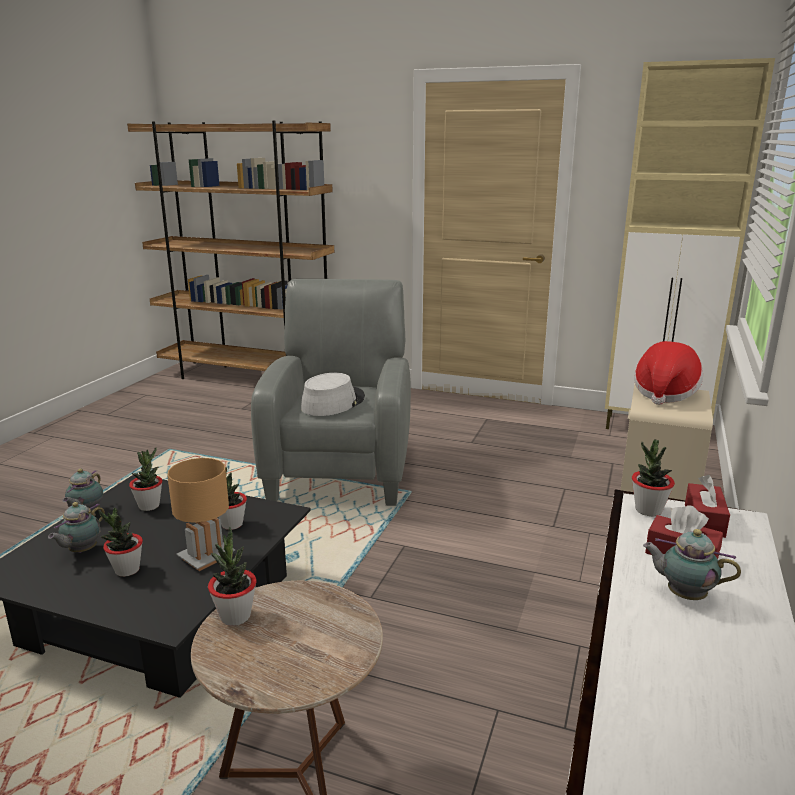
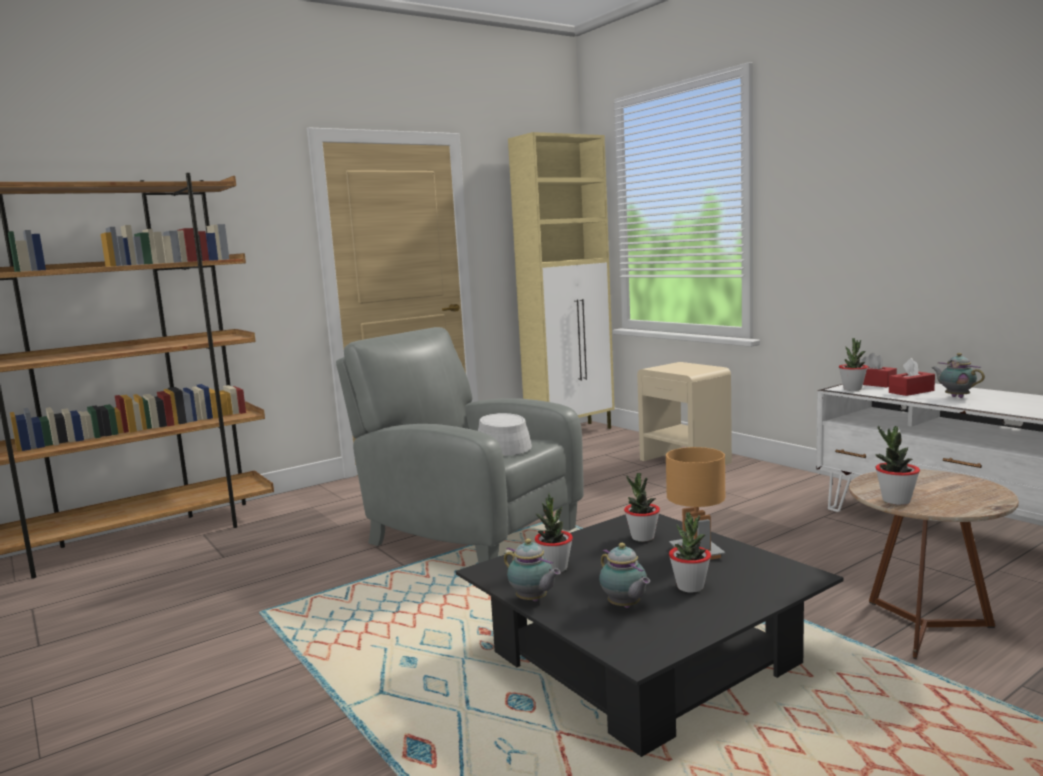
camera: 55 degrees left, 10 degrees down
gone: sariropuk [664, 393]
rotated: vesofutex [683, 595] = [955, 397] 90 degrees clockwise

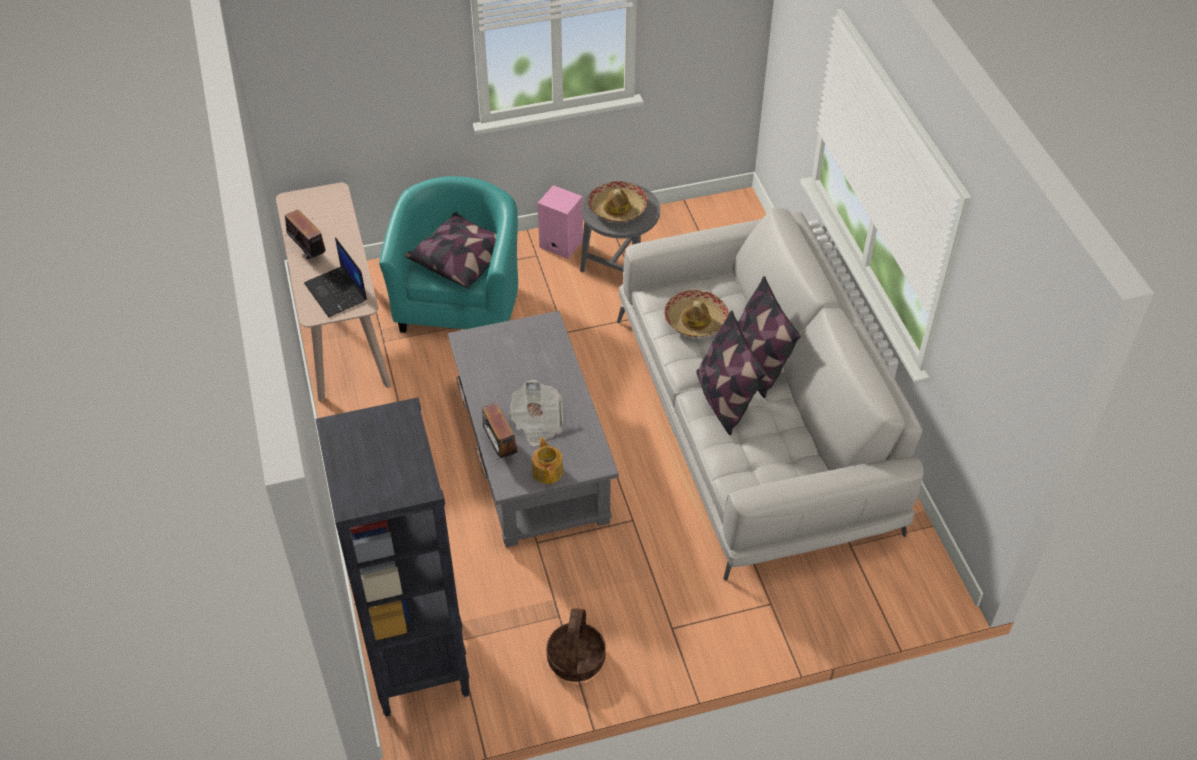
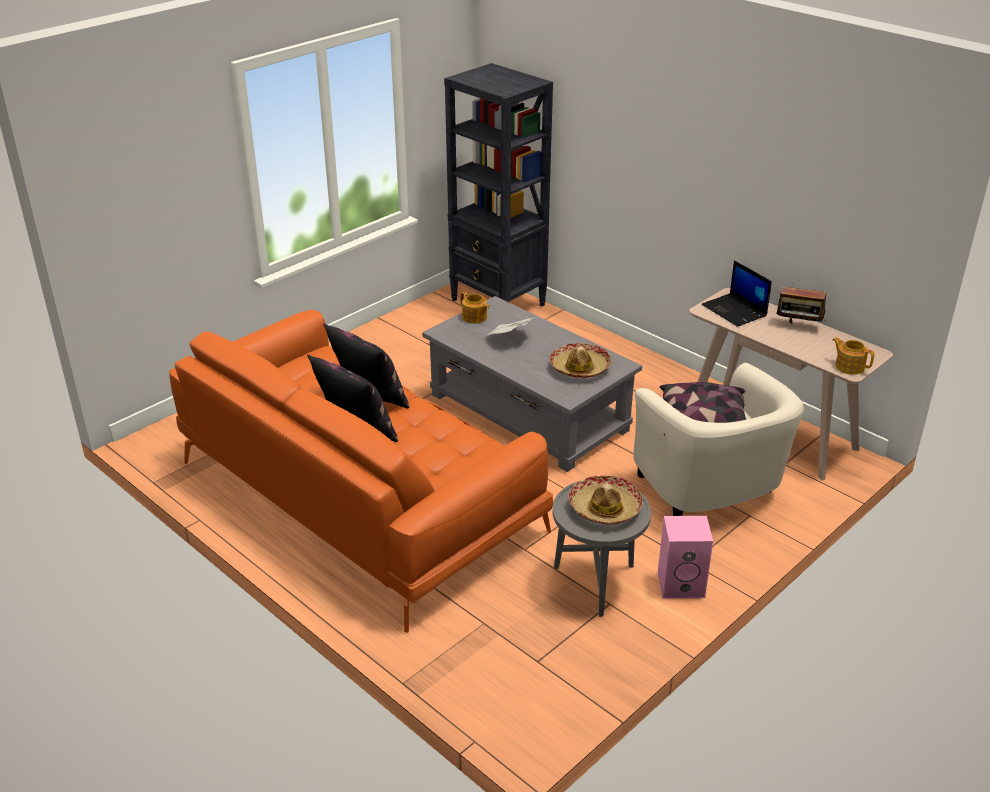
camera: 150 degrees right, 15 degrees down
gone: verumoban [500, 448]; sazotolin [576, 659]
new: vesofutex [849, 366]
shifted: sariropuk [695, 320] to [579, 367]
repainted: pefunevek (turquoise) [460, 301] to pefunevek (beige) [711, 492]; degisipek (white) [754, 424] to degisipek (orange) [357, 494]
rotated: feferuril [337, 292] = [735, 311] 150 degrees counterclockwise

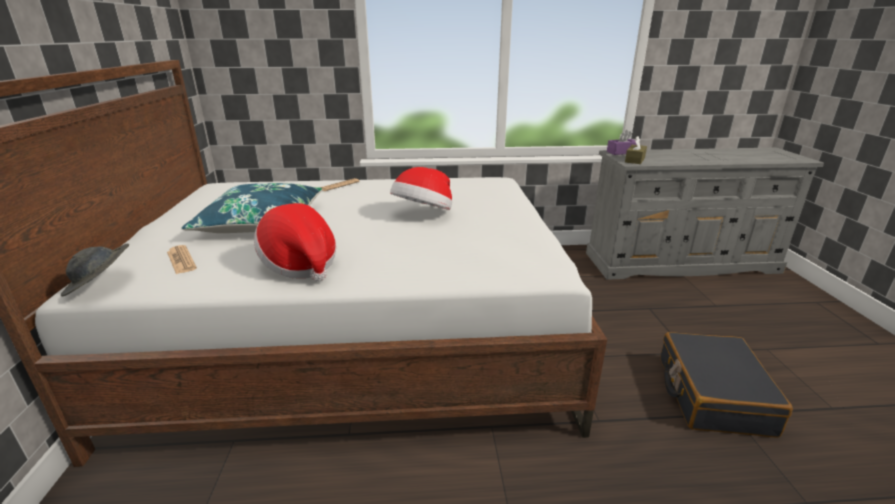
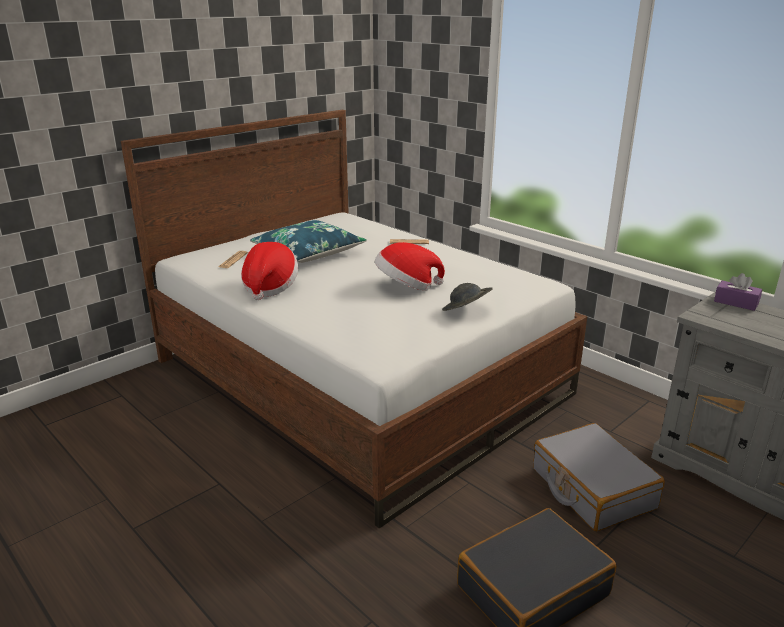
camera: 50 degrees right, 0 degrees up
gone: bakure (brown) [635, 160]
new: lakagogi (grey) [592, 488]
shifted: sariropuk (grey) [101, 285] to [466, 311]

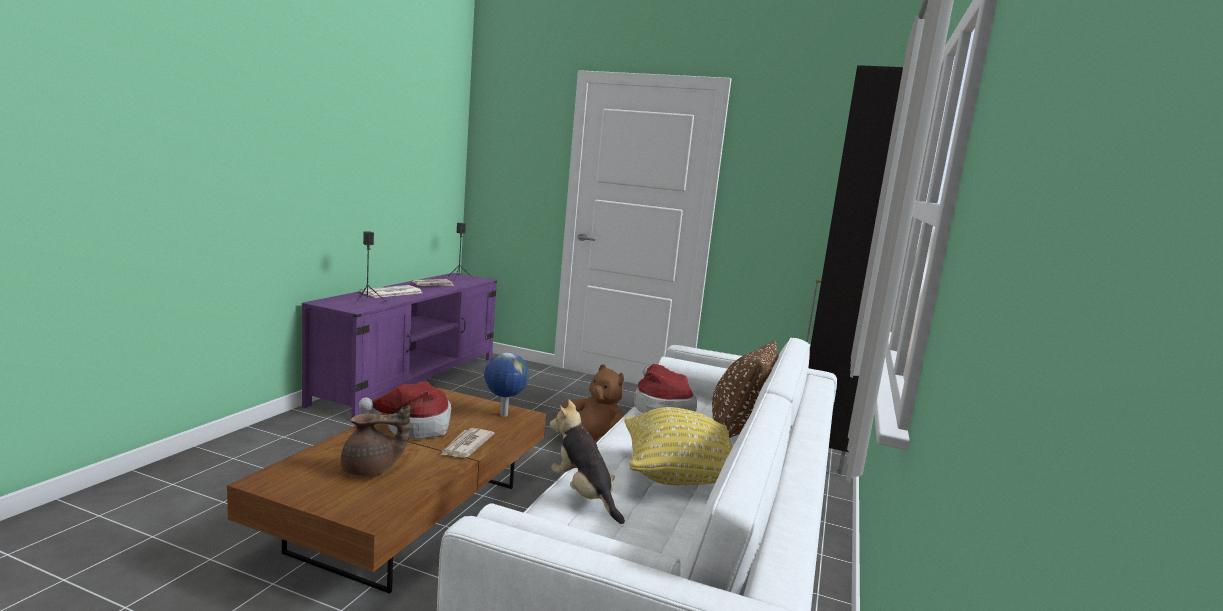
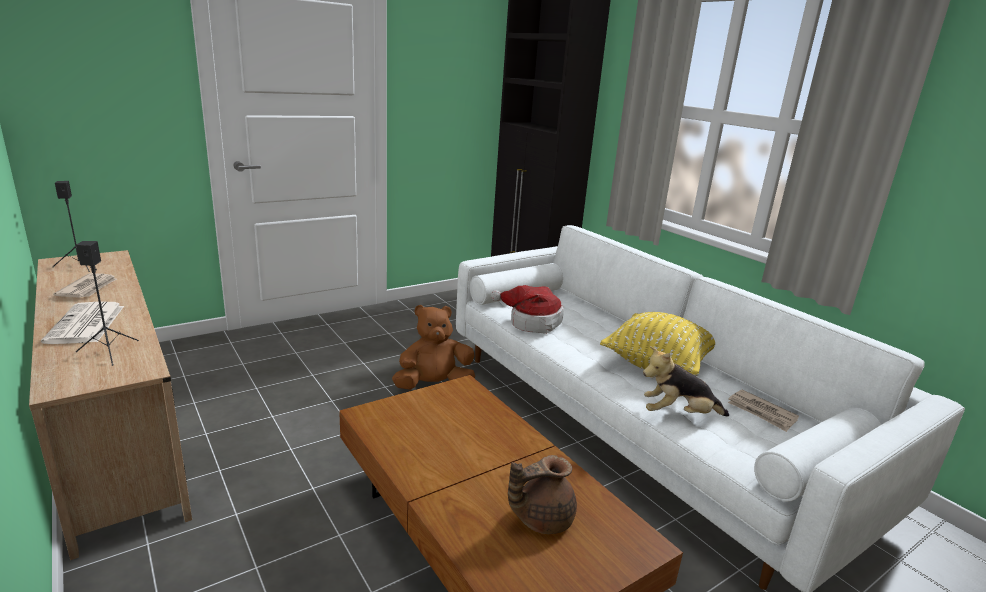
camera: 55 degrees left, 10 degrees up
gone: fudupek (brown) [738, 431]; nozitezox [503, 415]; sariropuk [415, 427]
shifted: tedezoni [466, 446] to [761, 412]
repainted: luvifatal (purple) [411, 379] to luvifatal (beige) [117, 431]
rotated: vesofutex (brown) [371, 470] = [541, 518] 135 degrees counterclockwise

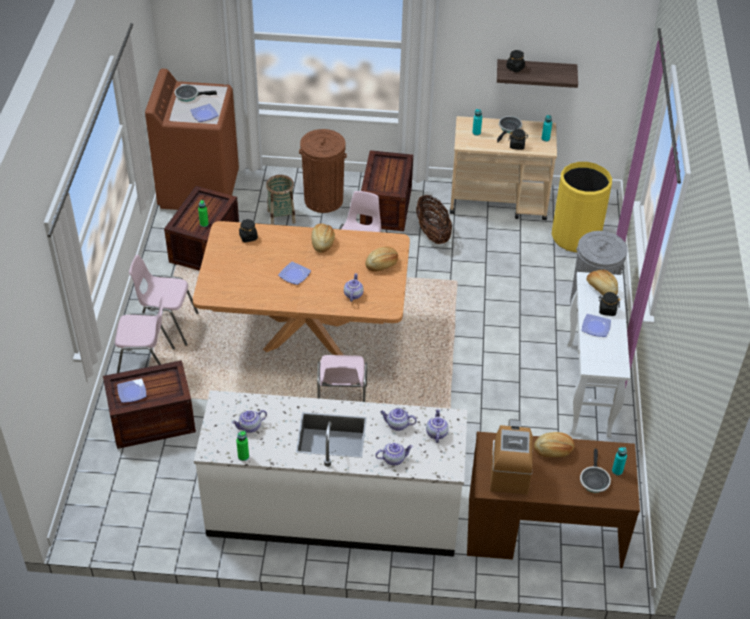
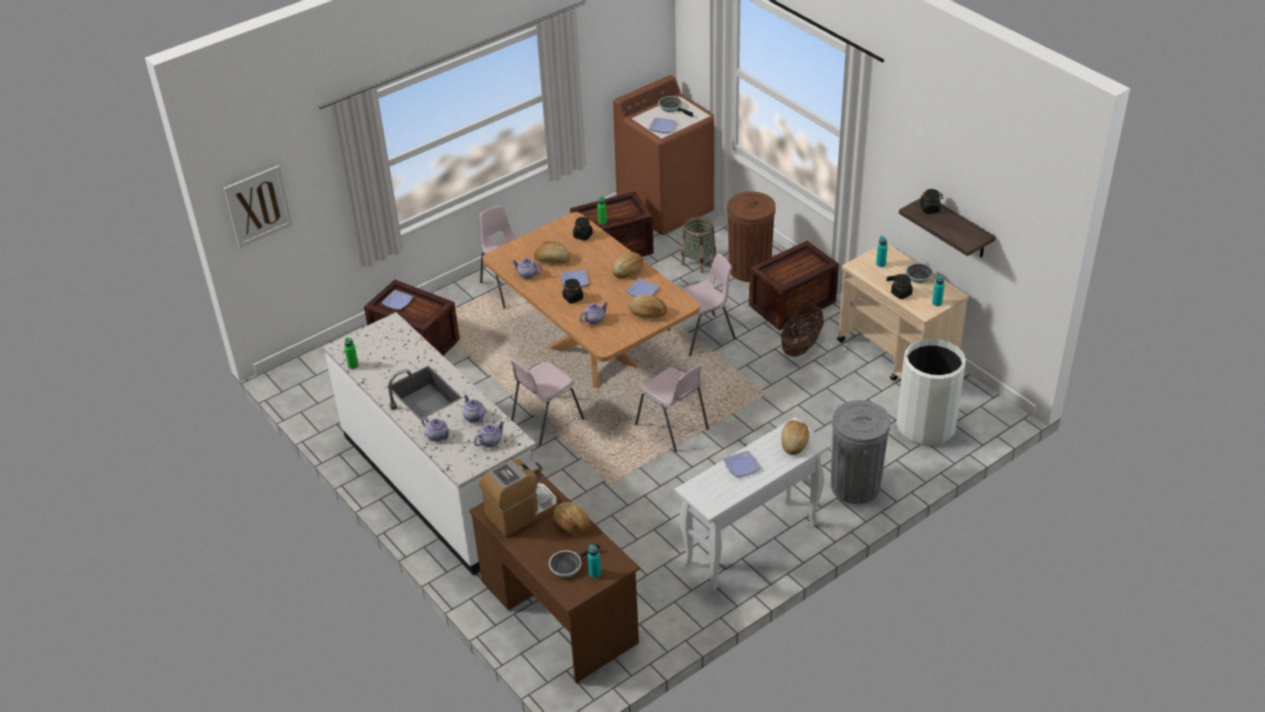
camera: 50 degrees right, 5 degrees down
new: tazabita [258, 206]; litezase [552, 260]; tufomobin [641, 291]
shifted: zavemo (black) [607, 310] to [573, 298]; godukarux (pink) [146, 365] to [672, 427]; vesofutex [250, 427] to [527, 275]
repainted: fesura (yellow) [575, 236] to fesura (white) [925, 427]

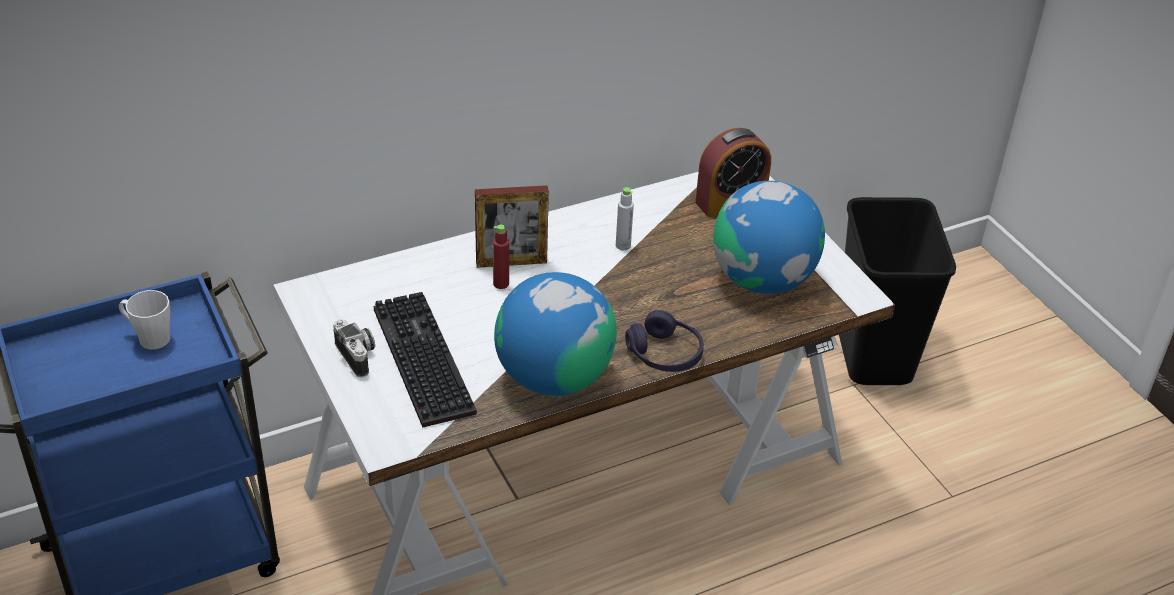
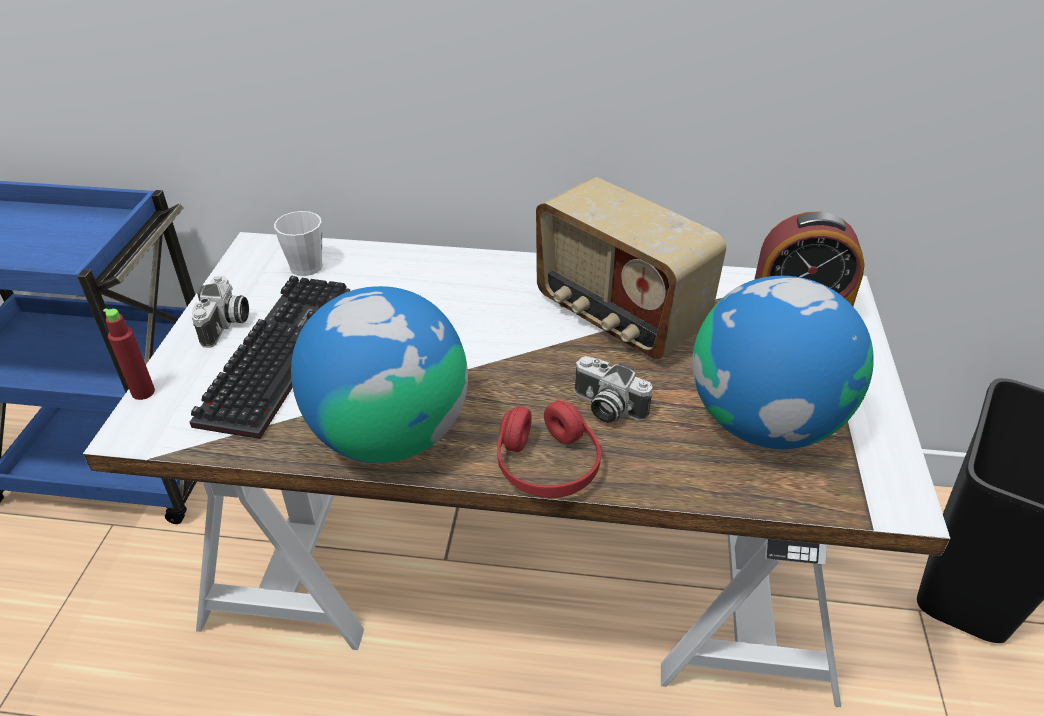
camera: 35 degrees right, 0 degrees up
gone: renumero [511, 262]
new: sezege [606, 408]
shifted: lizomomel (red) [501, 284] to [143, 392]; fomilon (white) [149, 337] to [303, 263]
swapped: lizomomel (grey) [623, 245] to verumoban [618, 317]
repainted: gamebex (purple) [664, 354] to gamebex (red) [547, 465]

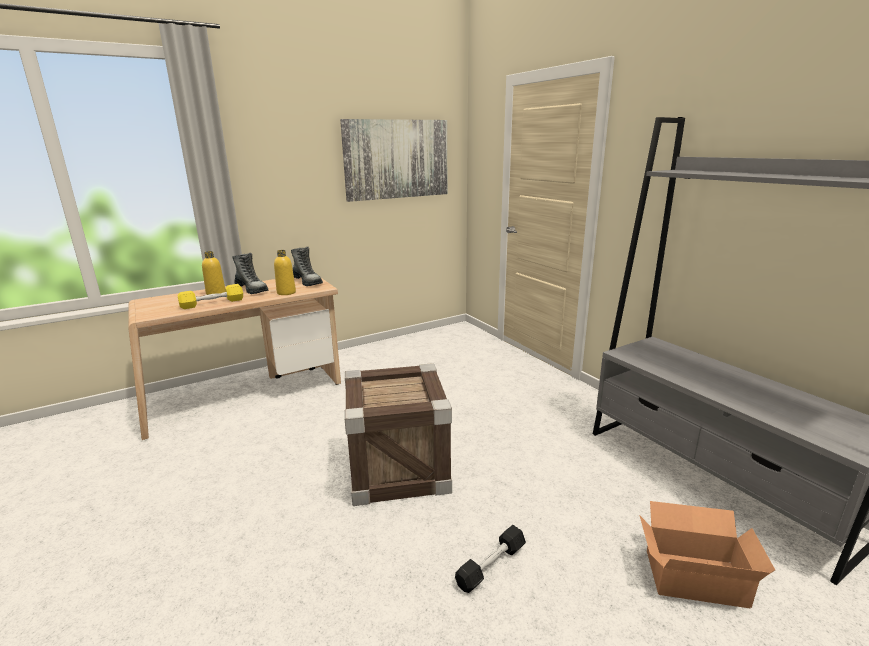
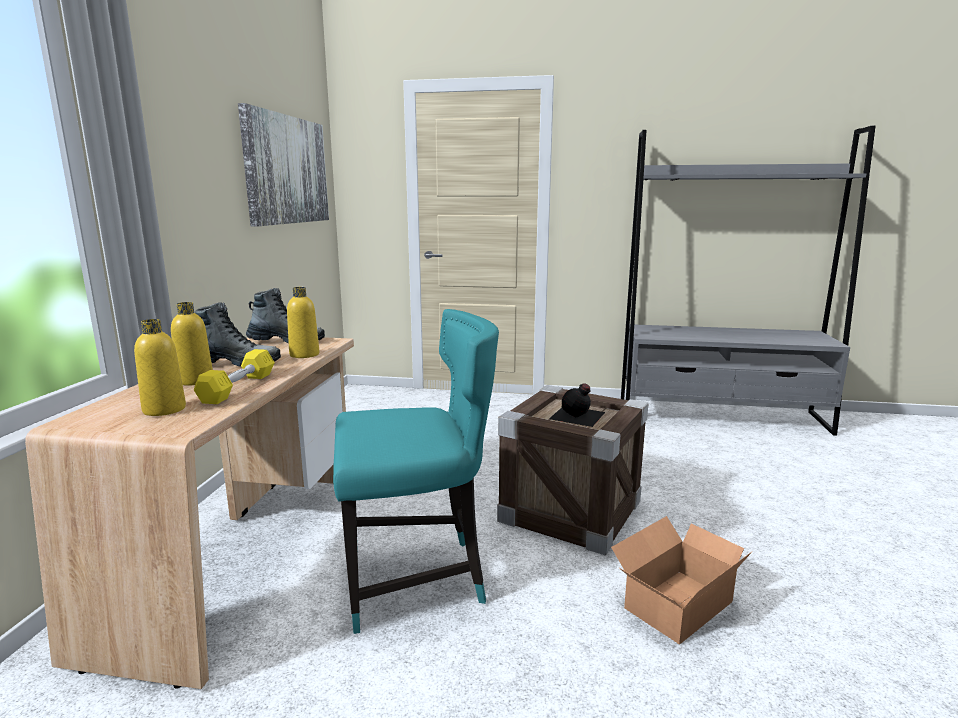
camera: 50 degrees left, 5 degrees down
gone: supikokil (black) [491, 565]
new: godukarux (turquoise) [417, 579]; lizomomel (yellow) [164, 409]; lizomomel (black) [578, 416]
shifted: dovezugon [692, 574] to [673, 604]

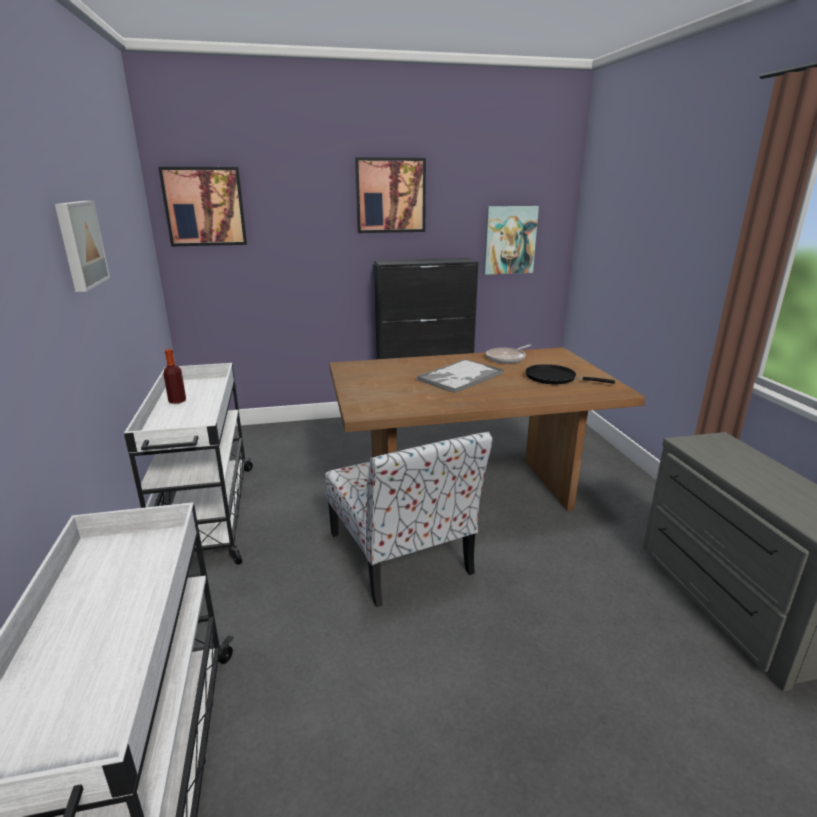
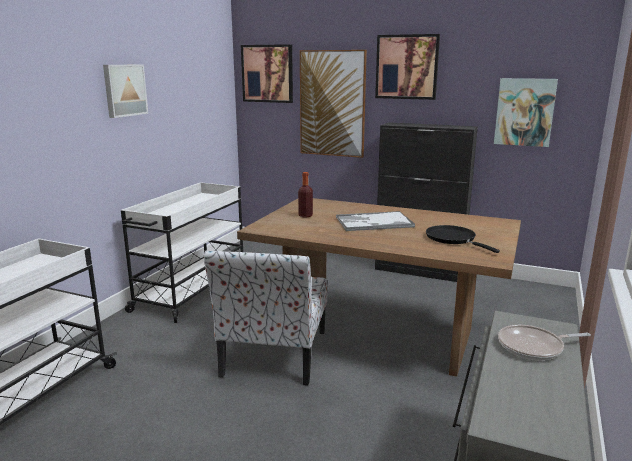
camera: 35 degrees right, 5 degrees down
new: tazabita [332, 104]
shifted: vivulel [507, 358] to [534, 347]; lizomomel [177, 401] to [305, 215]

